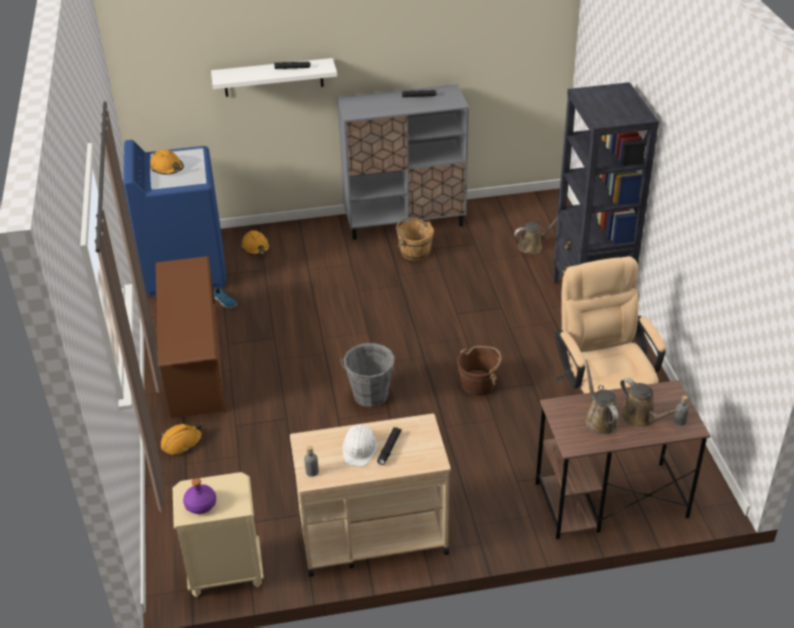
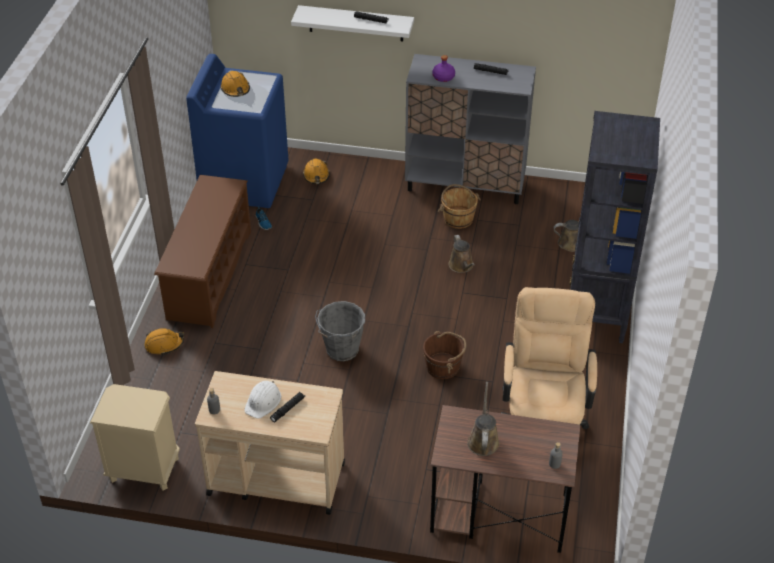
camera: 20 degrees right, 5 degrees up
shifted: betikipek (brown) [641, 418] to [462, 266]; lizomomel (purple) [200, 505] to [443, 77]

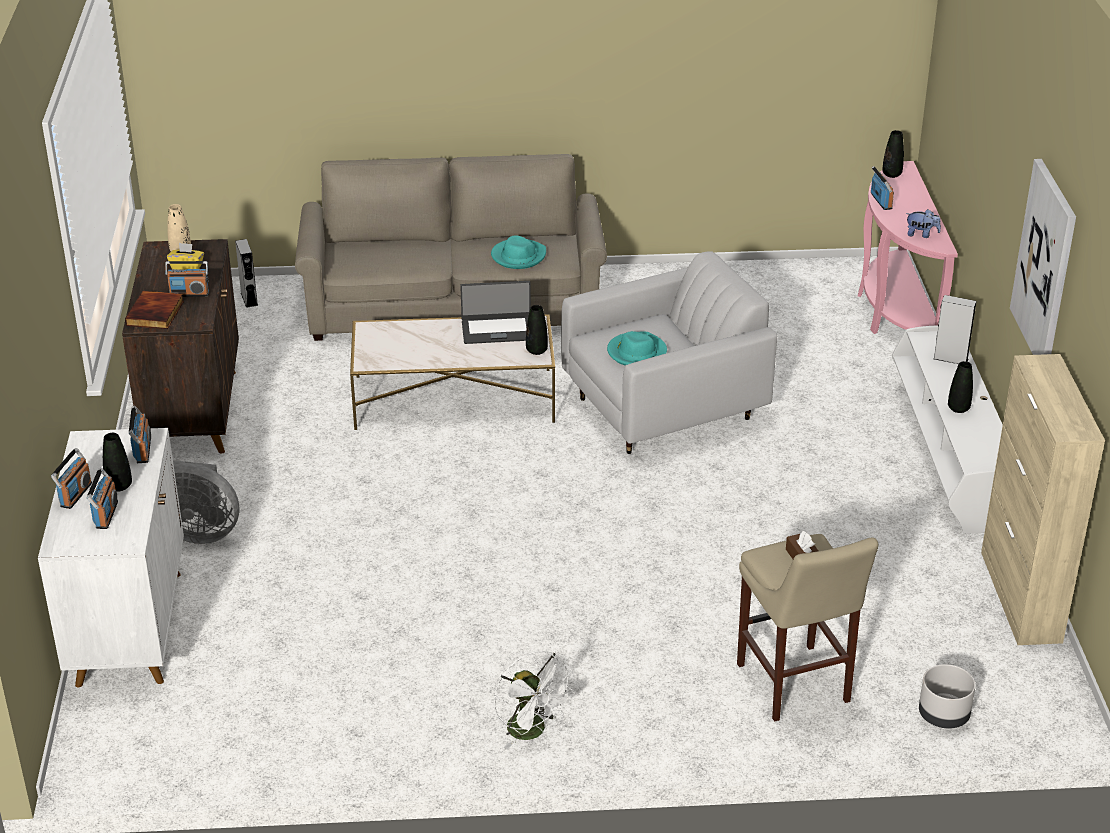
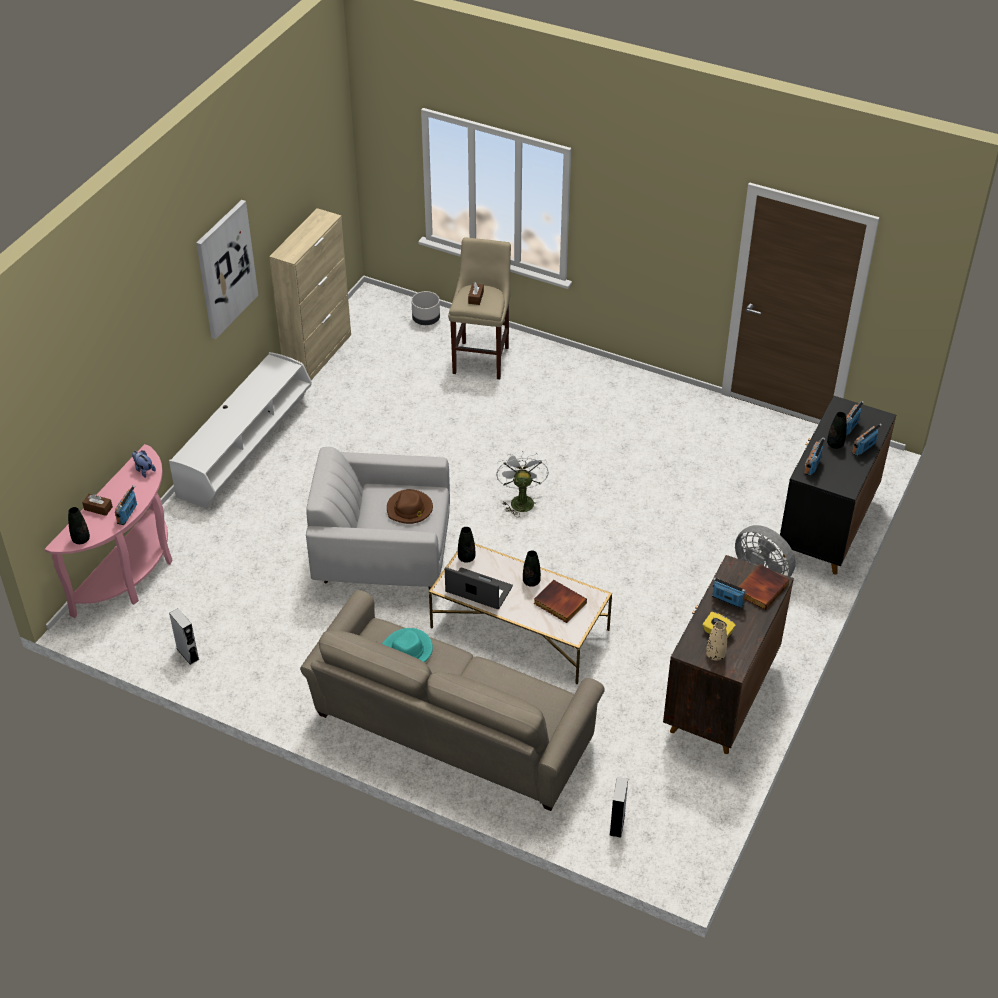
camera: 150 degrees left, 10 degrees up
new: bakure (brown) [98, 508]; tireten [559, 603]
shifted: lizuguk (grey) [950, 359] to [187, 654]; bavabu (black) [958, 408] to [531, 582]; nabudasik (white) [532, 732] to [520, 500]
repainted: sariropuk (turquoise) [636, 352] to sariropuk (brown) [409, 509]; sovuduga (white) [130, 626] to sovuduga (black) [826, 530]

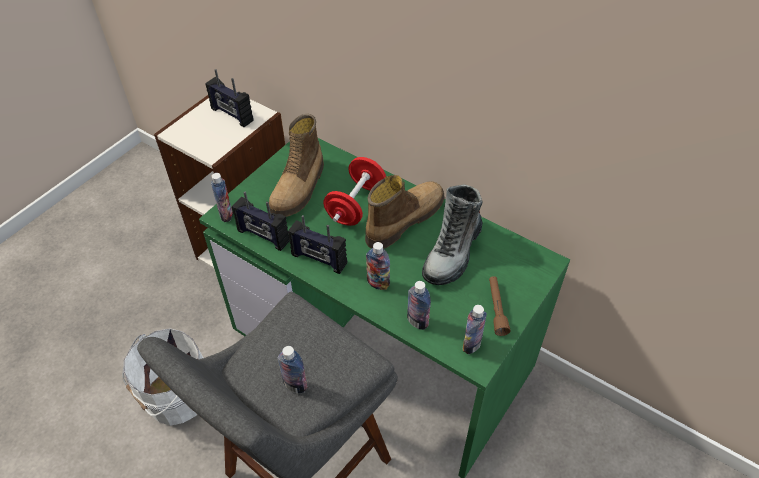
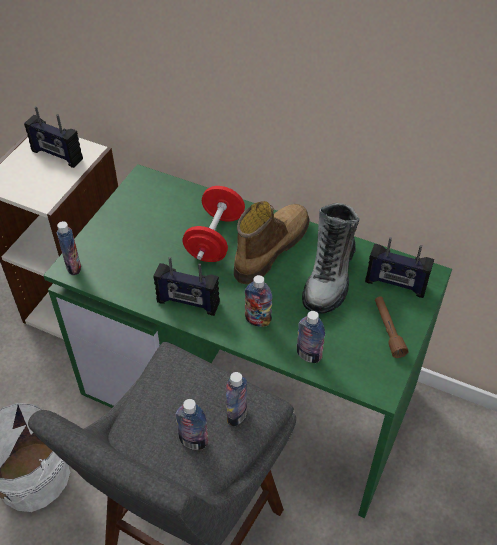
camera: 10 degrees left, 0 degrees up
gone: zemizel [299, 189]
shifted: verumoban [263, 236] to [395, 284]; lizomomel [471, 345] to [237, 415]

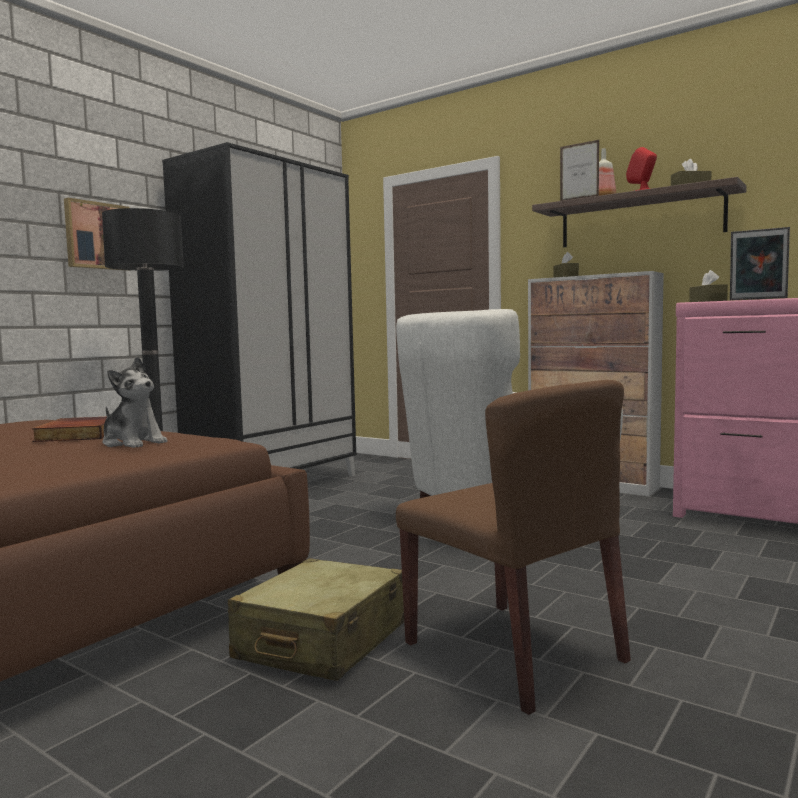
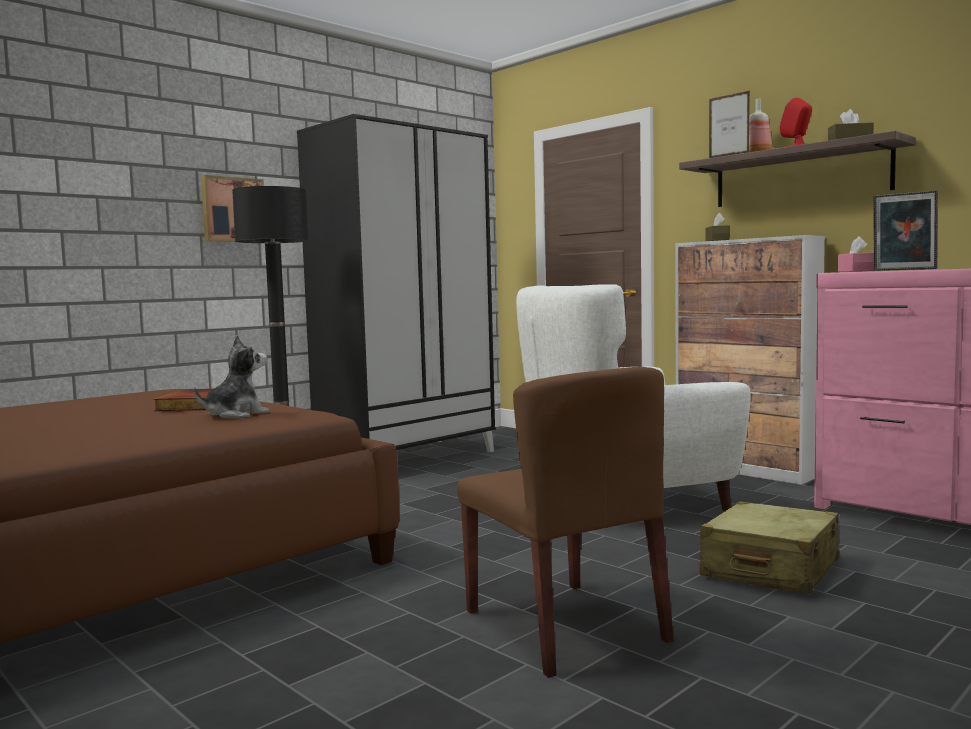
camera: 10 degrees right, 0 degrees up
shifted: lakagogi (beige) [322, 642] to [770, 569]
repainted: bakure (brown) [707, 301] to bakure (pink) [855, 271]
rotated: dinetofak [133, 443] = [235, 414] 90 degrees counterclockwise

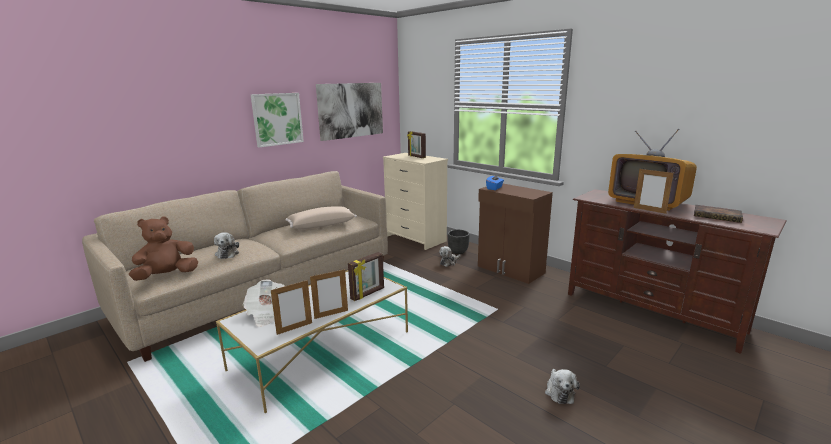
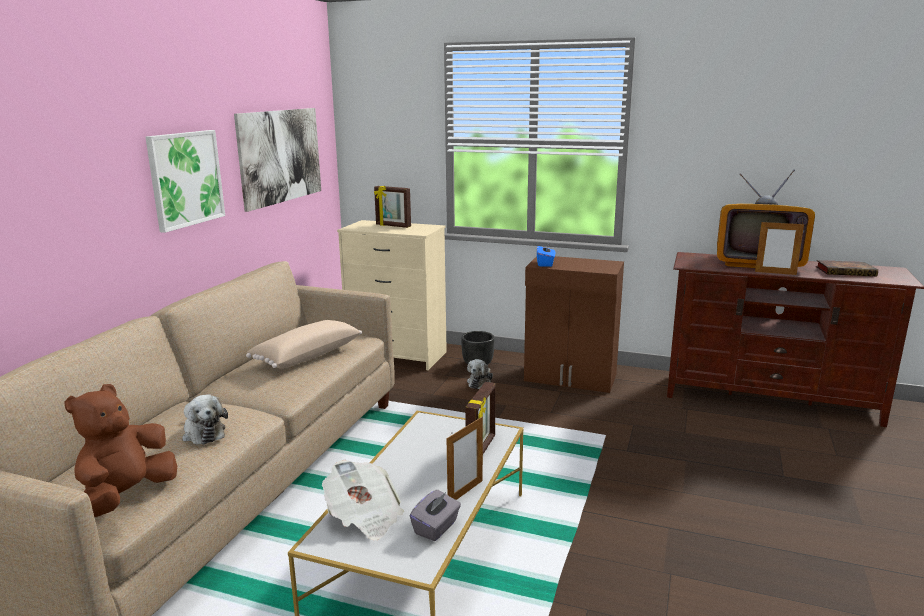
camera: 25 degrees left, 0 degrees up
gone: dinetofak [559, 391]
swapped: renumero [294, 328] to bakure (grey) [436, 528]

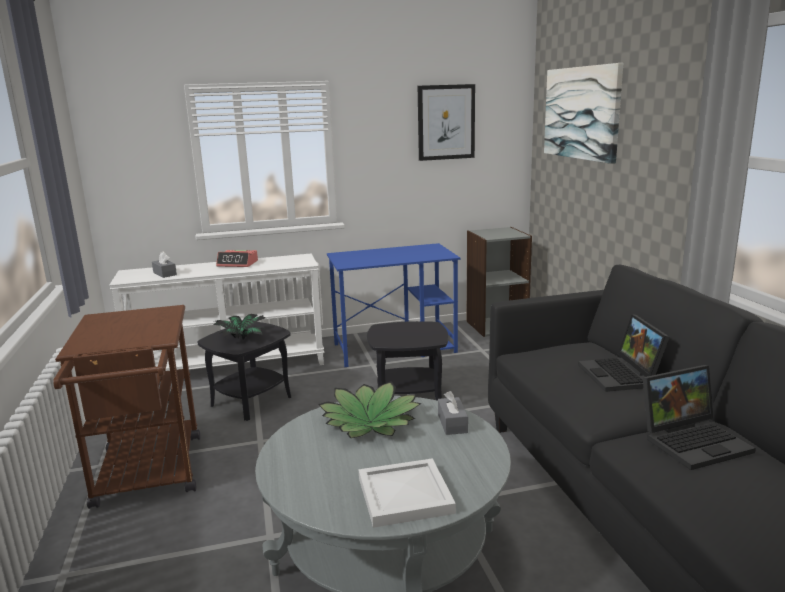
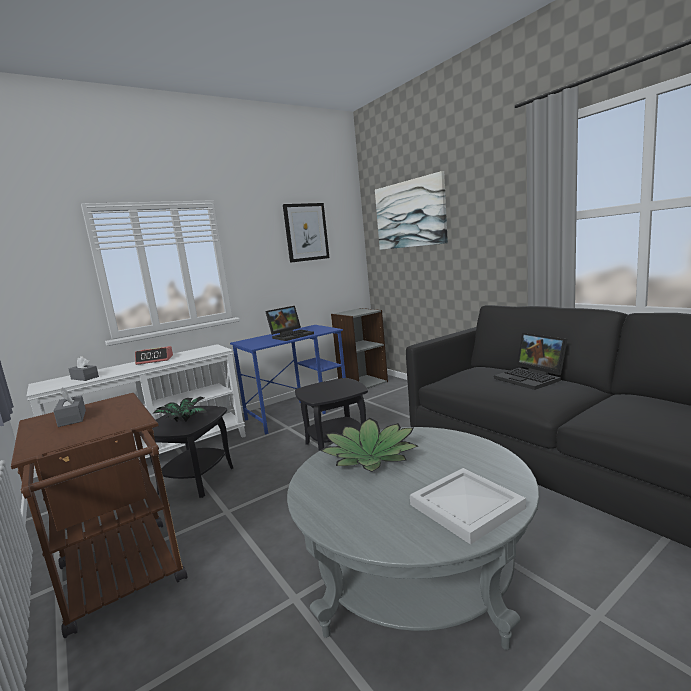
camera: 20 degrees left, 5 degrees down
shifted: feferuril [694, 441] to [291, 335]; bakure (grey) [452, 423] to [72, 418]

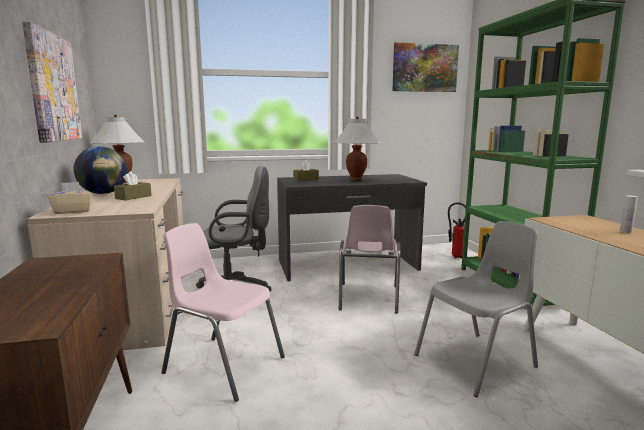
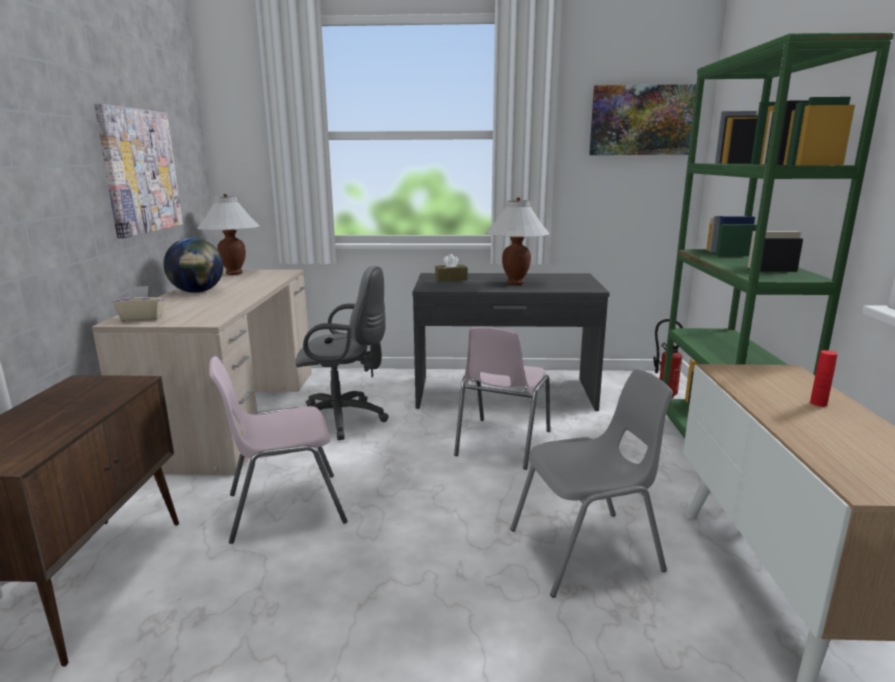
camera: 15 degrees right, 5 degrees up
gone: bakure (brown) [133, 197]
repainted: lizomomel (white) [625, 232] to lizomomel (red) [818, 403]
rotated: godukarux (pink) [223, 365] = [284, 507] 60 degrees counterclockwise

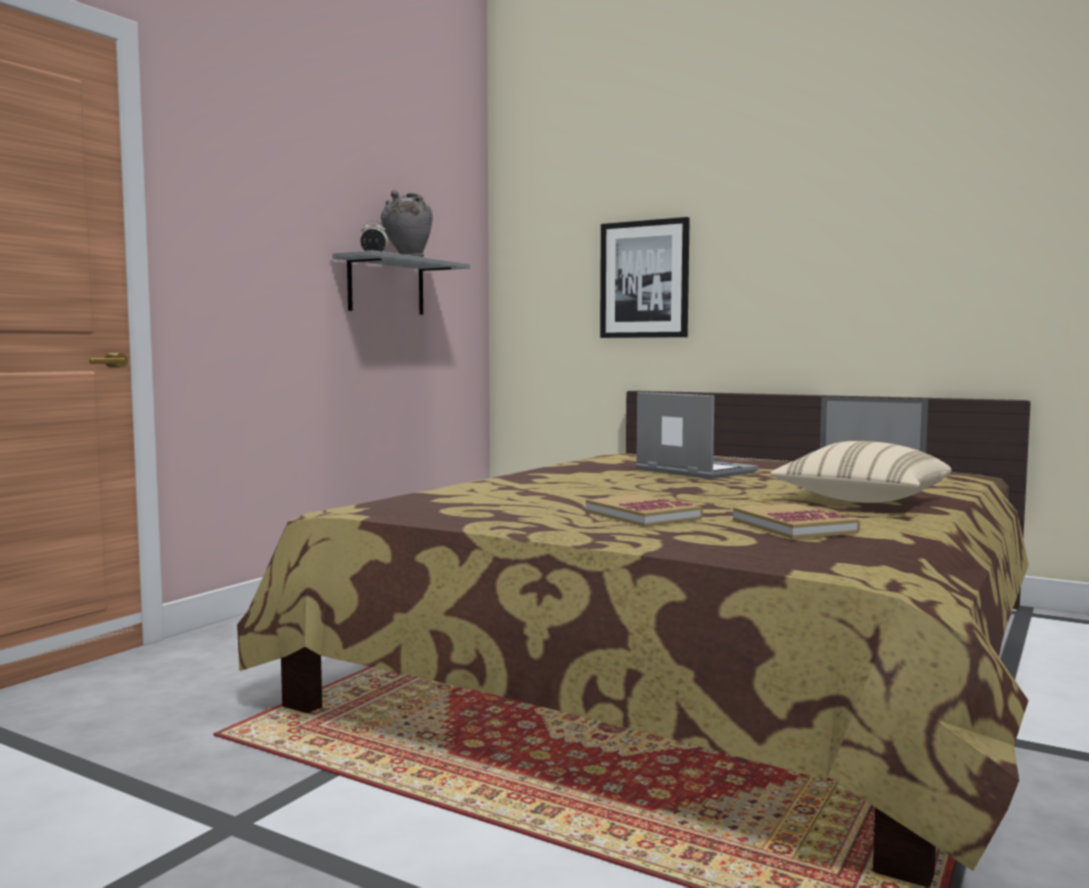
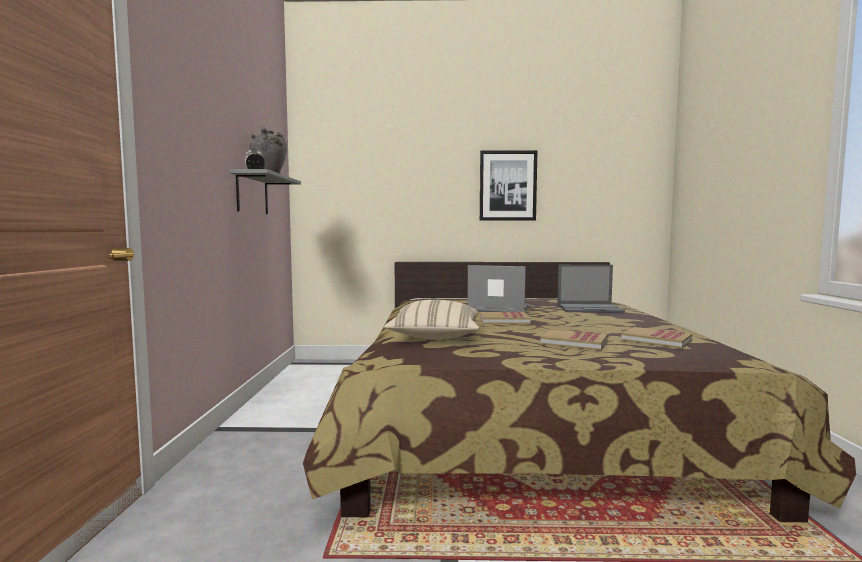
camera: 30 degrees left, 0 degrees up
new: tireten [504, 320]
shifted: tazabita [644, 279] to [507, 186]; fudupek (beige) [861, 501] to [435, 337]

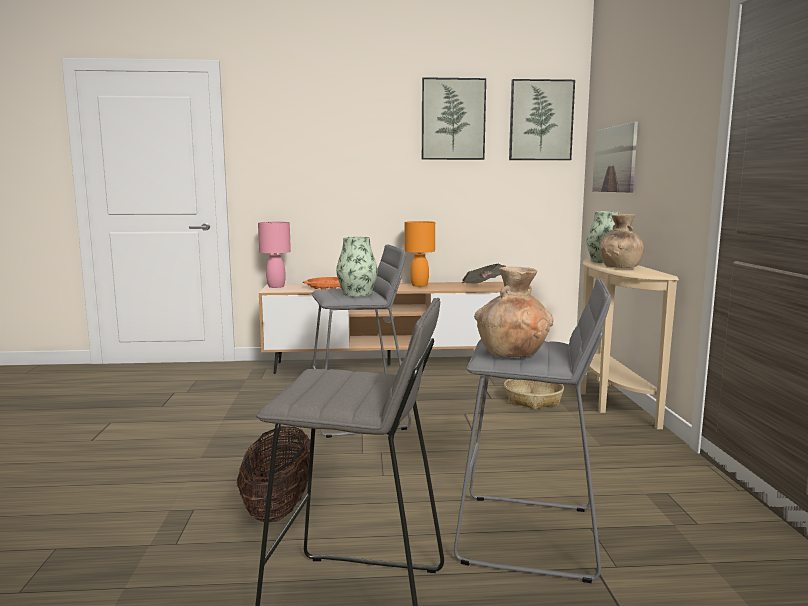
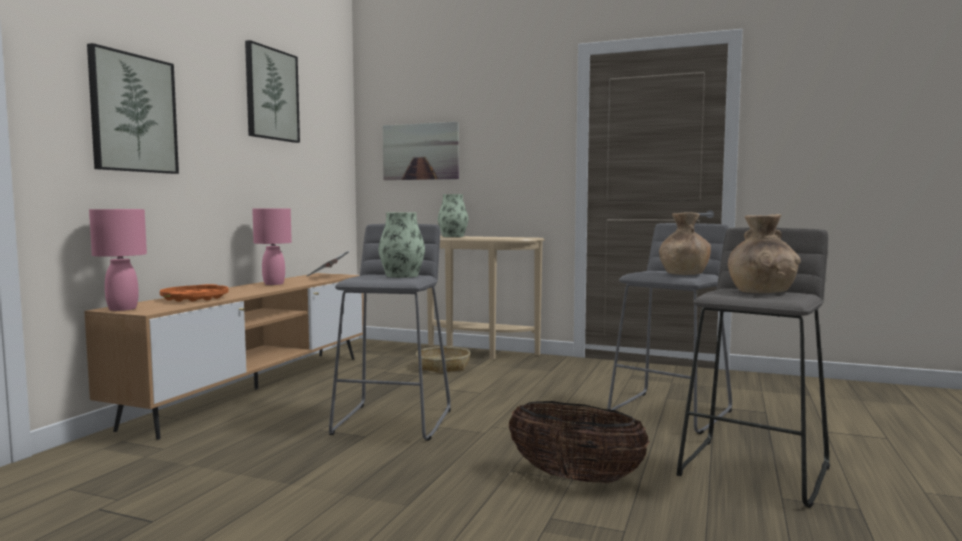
camera: 65 degrees left, 5 degrees down
shifted: tazabita [540, 120] to [133, 113]; bavabu (brown) [619, 267] to [761, 292]
repainted: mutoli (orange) [419, 285] to mutoli (pink) [274, 284]

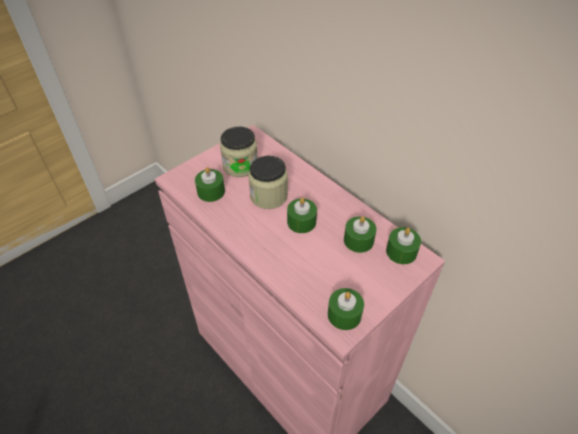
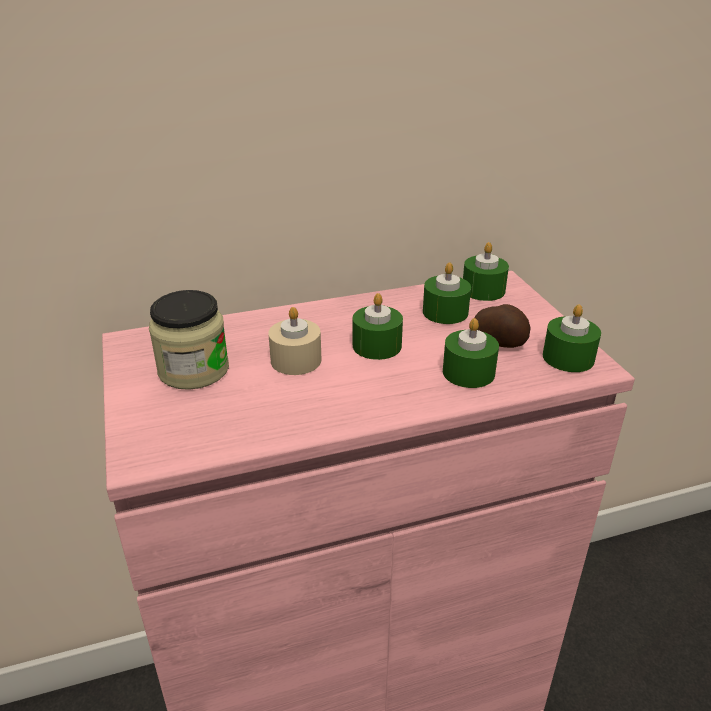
camera: 65 degrees left, 15 degrees down
new: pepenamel [499, 343]
shifted: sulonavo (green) [211, 191] to [468, 372]
swapped: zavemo [268, 196] to sulonavo (beige) [296, 360]

